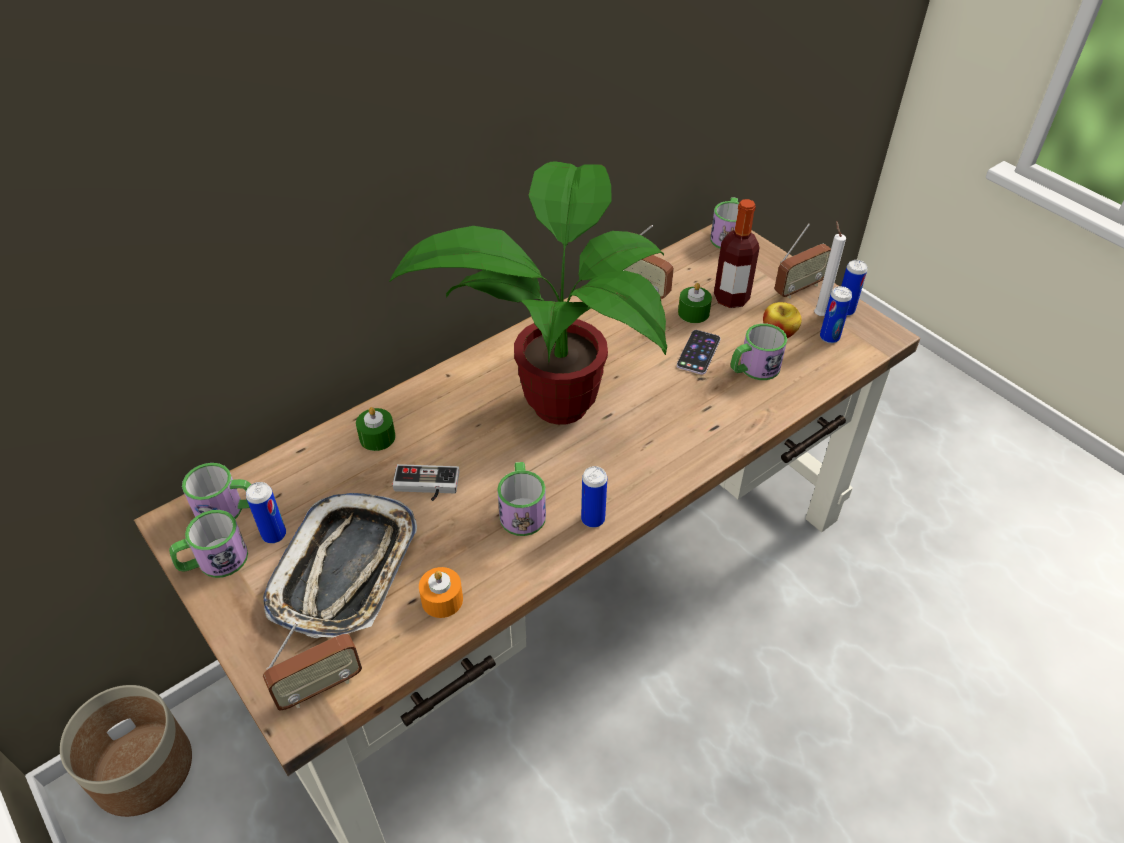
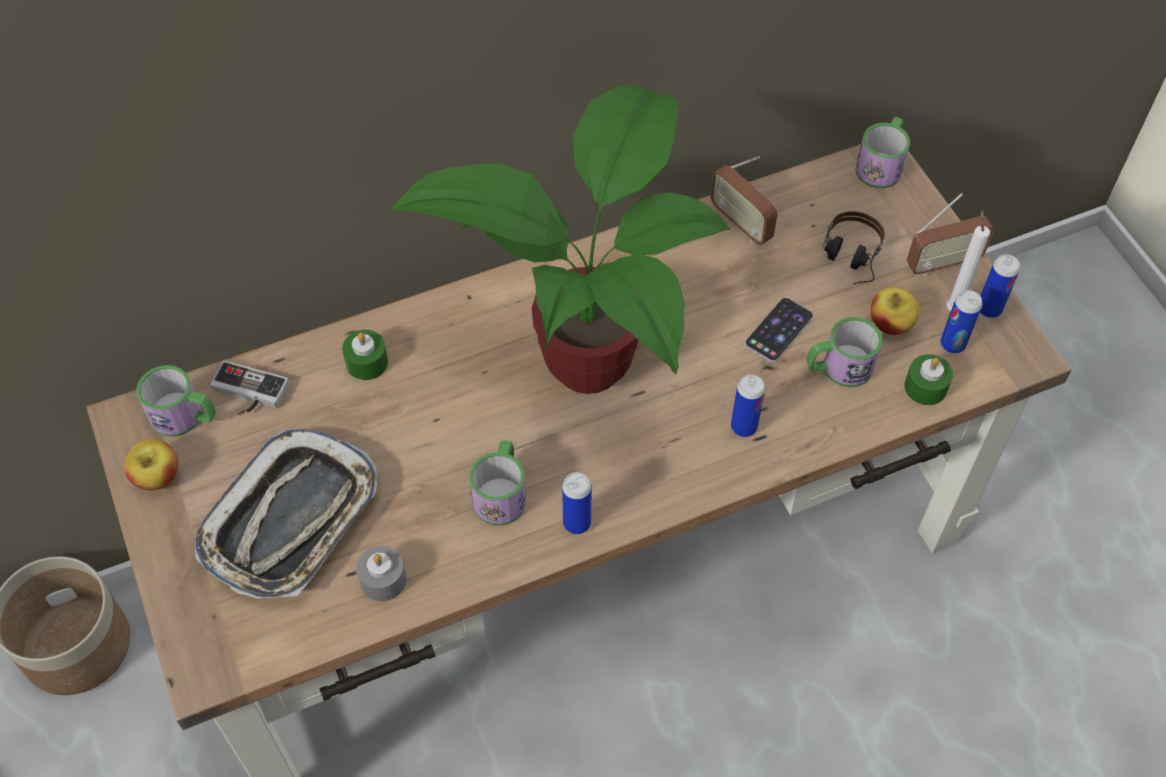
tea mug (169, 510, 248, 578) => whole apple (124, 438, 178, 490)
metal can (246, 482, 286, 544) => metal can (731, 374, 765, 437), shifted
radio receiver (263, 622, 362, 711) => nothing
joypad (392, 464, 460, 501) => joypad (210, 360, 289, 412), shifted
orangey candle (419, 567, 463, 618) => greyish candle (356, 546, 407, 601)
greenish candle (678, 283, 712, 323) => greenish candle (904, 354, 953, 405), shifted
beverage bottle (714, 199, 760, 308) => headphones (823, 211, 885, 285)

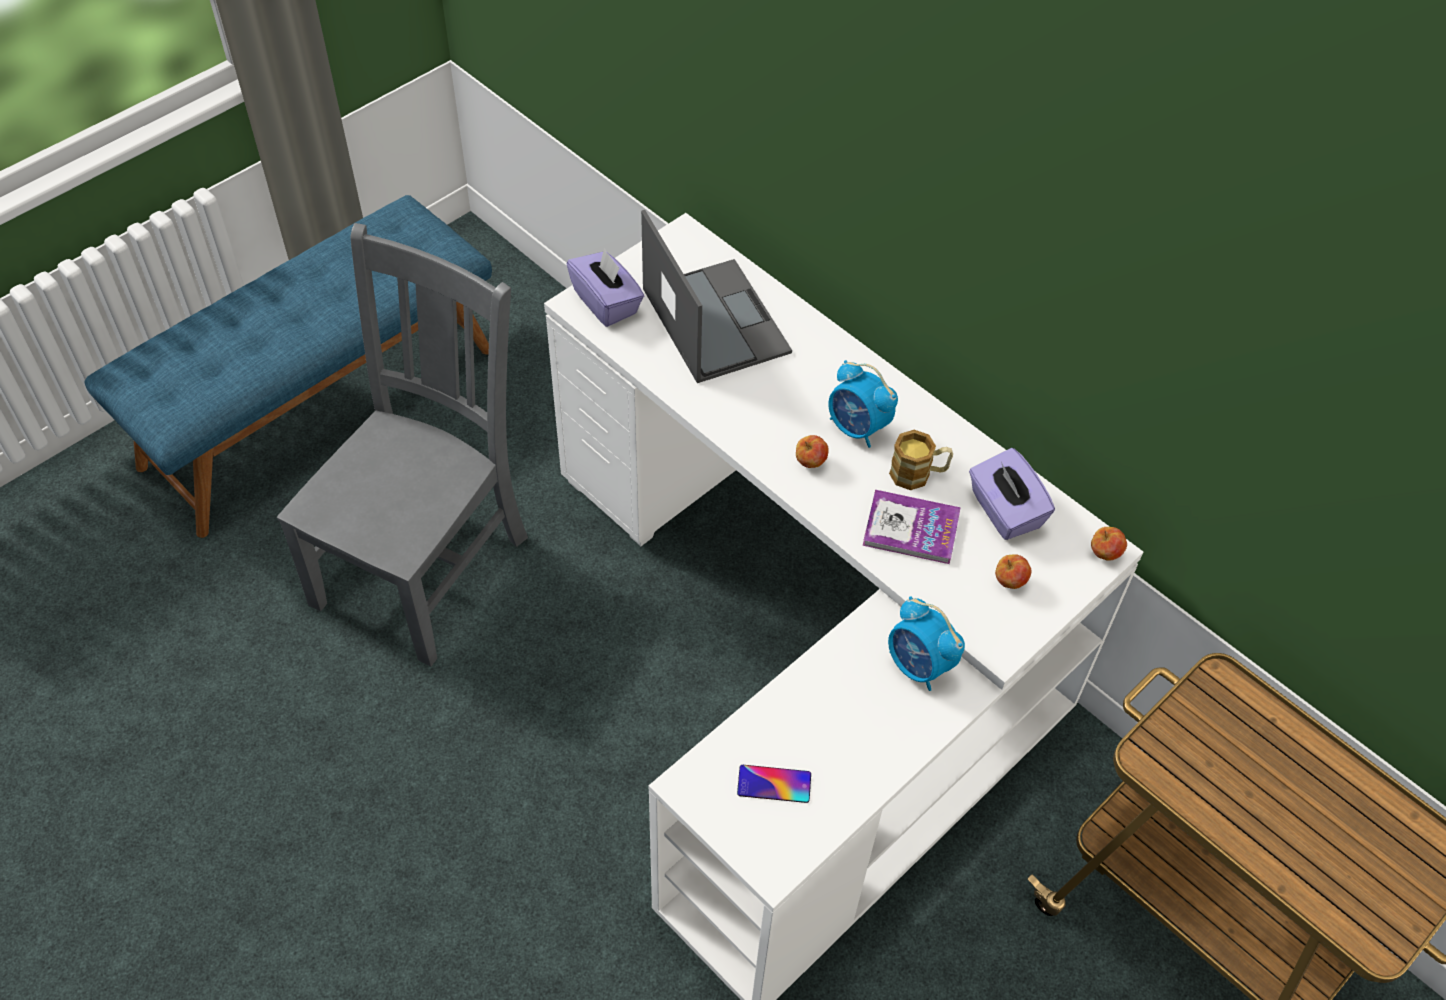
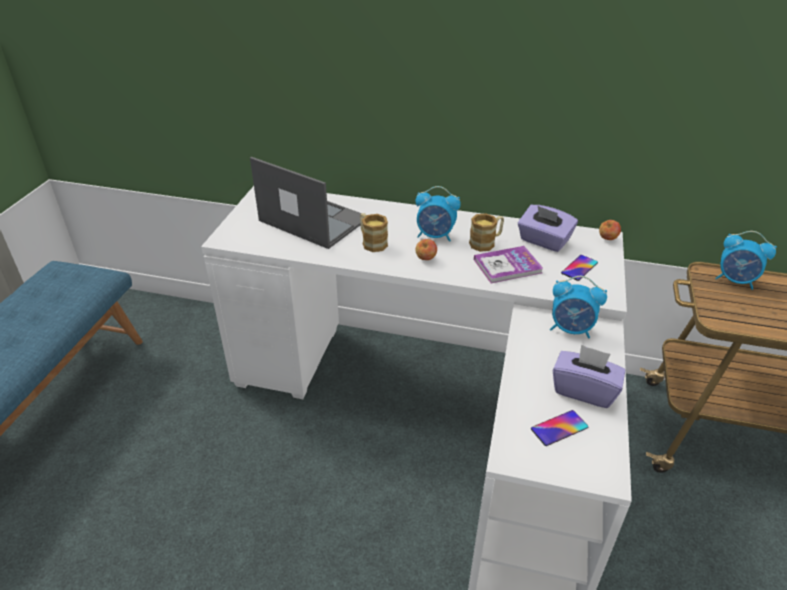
greyish upright chair (277, 223, 528, 667) => nothing
purple-coloured tissue box (567, 248, 644, 327) => purple-coloured tissue box (553, 344, 625, 408), shifted
whole apple (995, 554, 1032, 589) => handset (561, 255, 598, 281)
nothing => tea mug (360, 213, 388, 252)
nothing => bedside clock (715, 231, 777, 290)

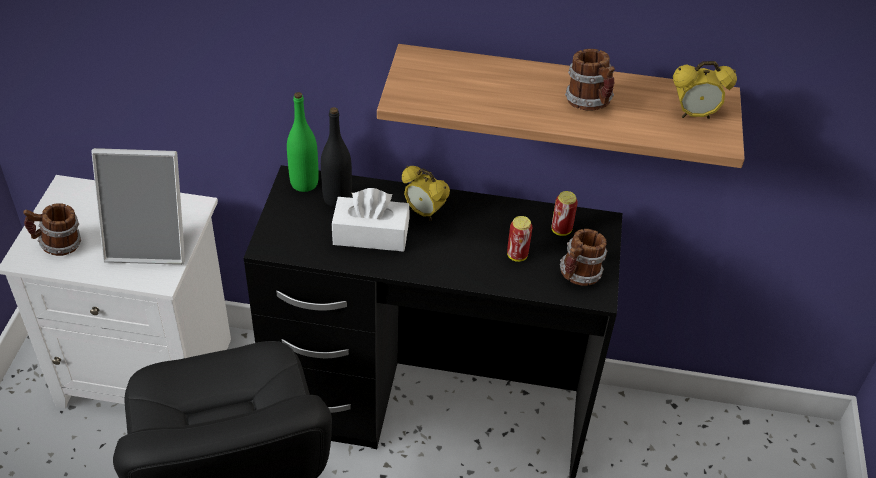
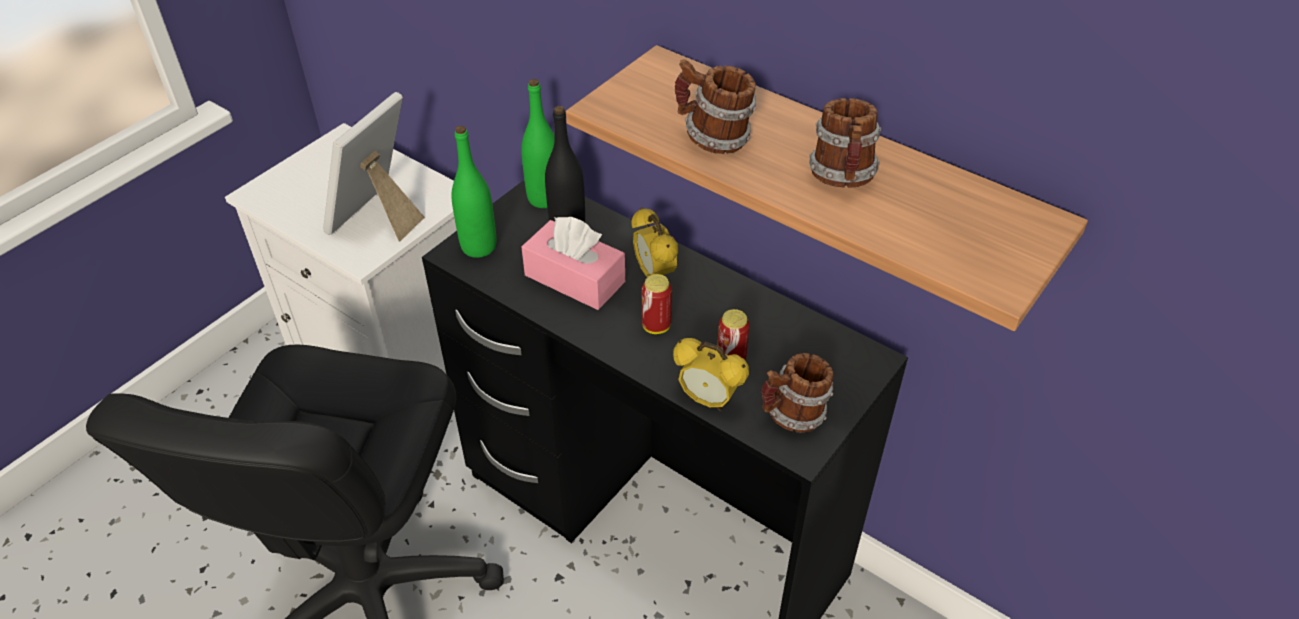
tea mug (24, 203, 81, 256) => tea mug (675, 59, 756, 154), shifted
standing frame (92, 148, 185, 265) => standing frame (323, 92, 425, 242), 90 degrees clockwise
white tissue box (332, 188, 410, 252) => pink tissue box (521, 217, 625, 310)
metal can (552, 191, 578, 236) => metal can (642, 274, 672, 334), shifted
bedside clock (673, 61, 737, 119) => bedside clock (673, 338, 749, 411), shifted
nothing => greenish beverage bottle (451, 126, 496, 258)

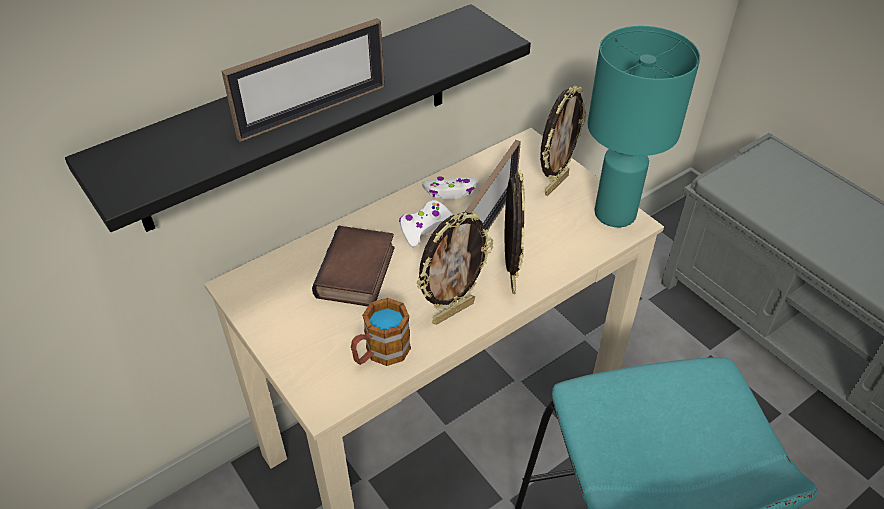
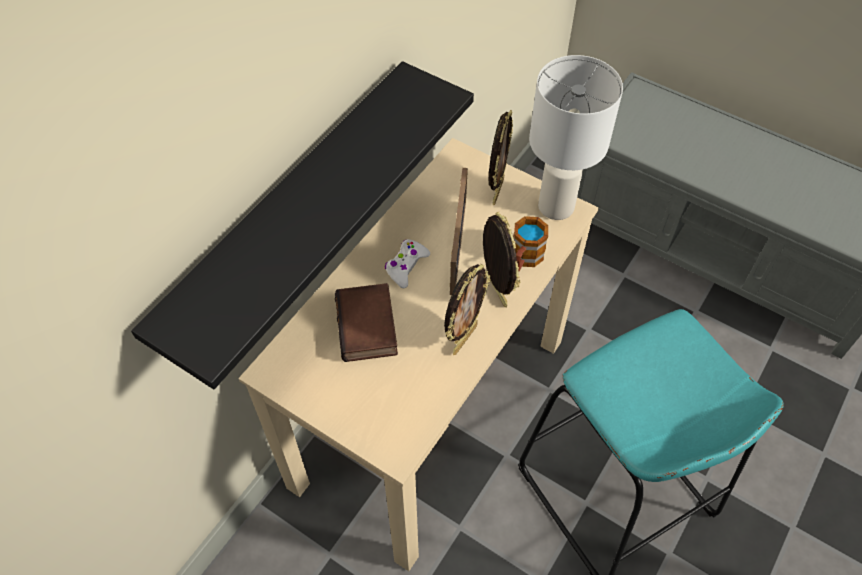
standing frame (221, 18, 385, 142) => nothing
tea mug (351, 298, 411, 366) => tea mug (513, 216, 548, 271), shifted
white joypad (422, 176, 477, 199) => nothing
blue-green table lamp (588, 26, 700, 227) => white table lamp (529, 55, 623, 220)

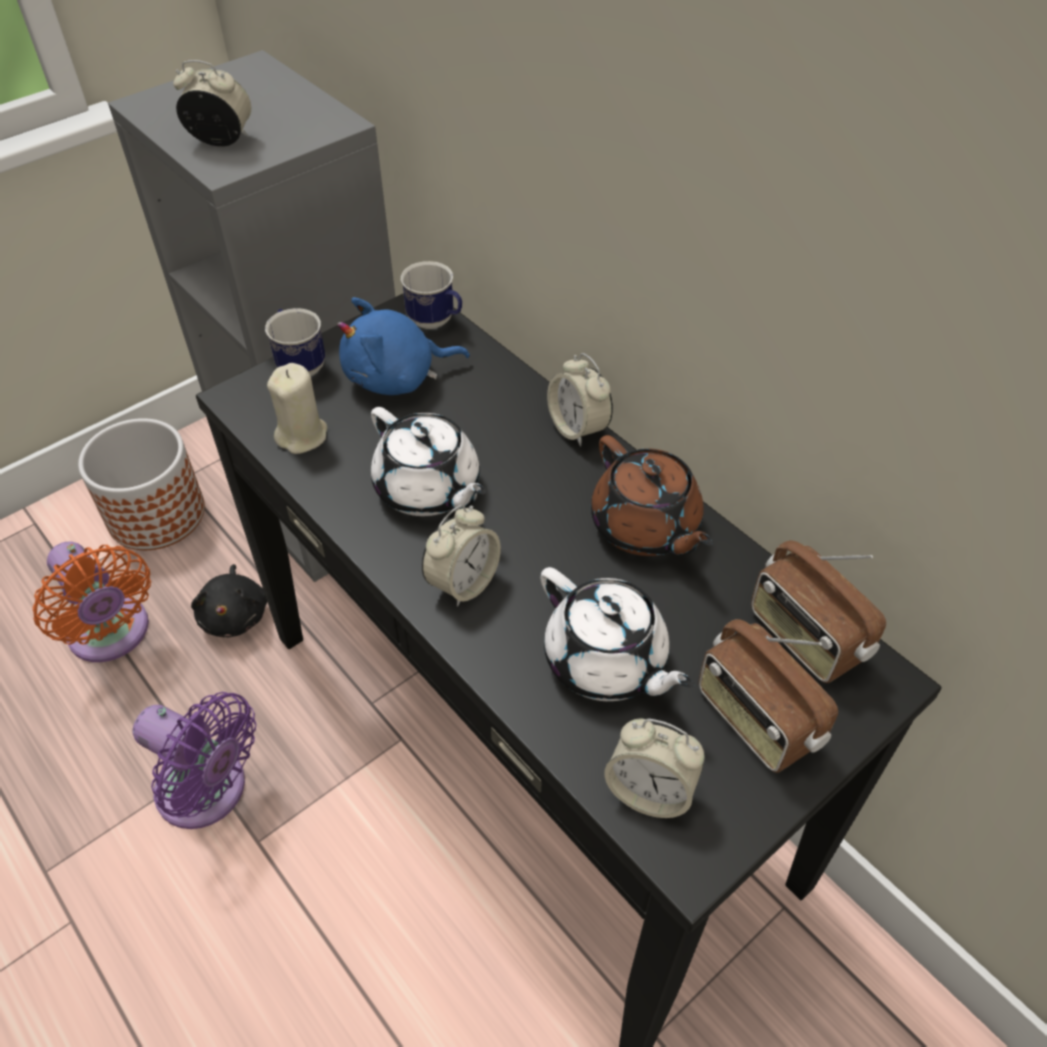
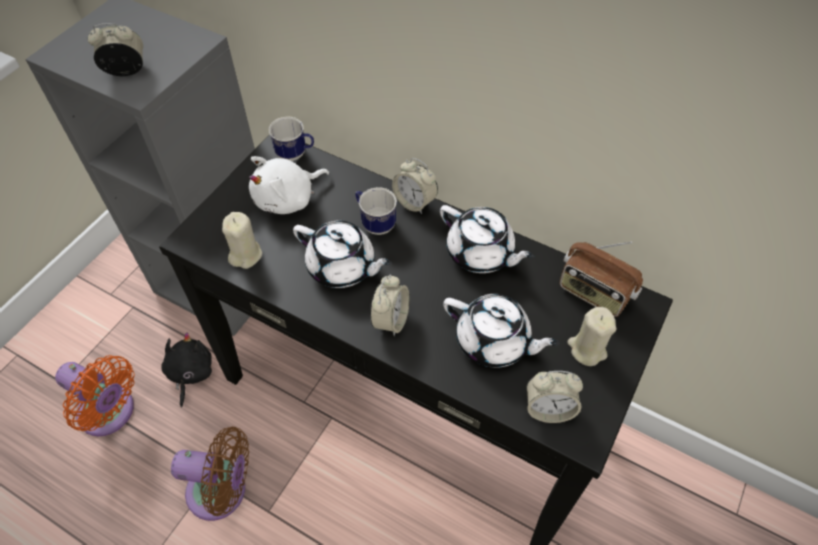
planter (78, 418, 205, 550) => nothing
purple-coloured electric fan (132, 692, 256, 829) => brown electric fan (171, 427, 249, 521)
blackish plush toy (191, 564, 267, 637) => blackish plush toy (161, 332, 212, 407), 150 degrees counterclockwise
tea mug (265, 308, 325, 376) => tea mug (355, 187, 397, 235), shifted
blue plush toy (337, 297, 470, 395) => white plush toy (249, 156, 329, 214)
brown teapot (591, 435, 713, 556) => white teapot (440, 205, 534, 273)
radio receiver (699, 619, 838, 773) => beige-coloured candle (567, 307, 616, 366)

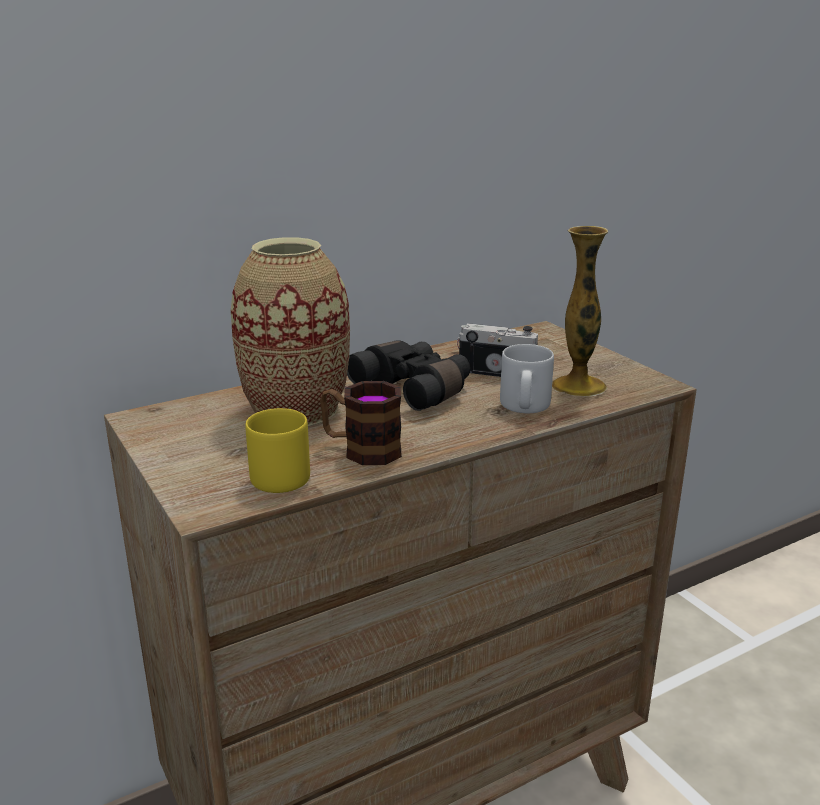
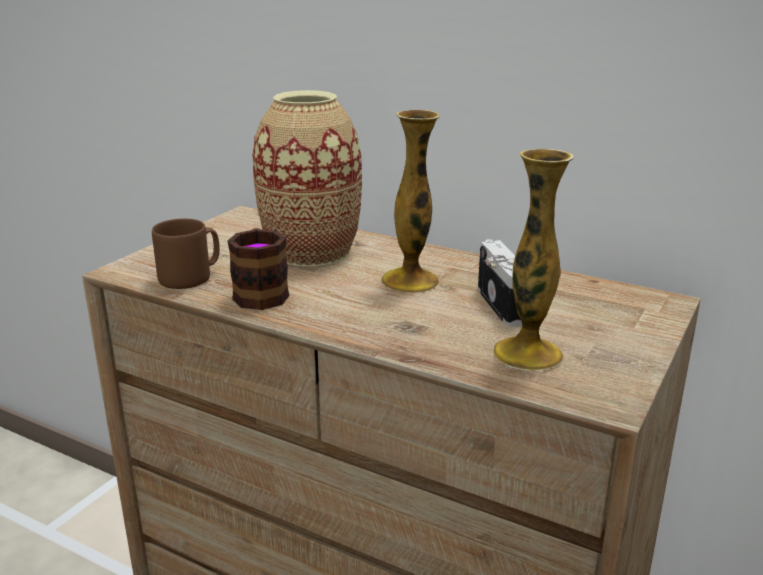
yellow tea mug (245, 408, 310, 493) => brown tea mug (152, 219, 220, 289)
blackish field glasses (347, 340, 470, 411) => decorative vase (381, 110, 440, 293)
greyish tea mug (500, 344, 554, 413) => nothing

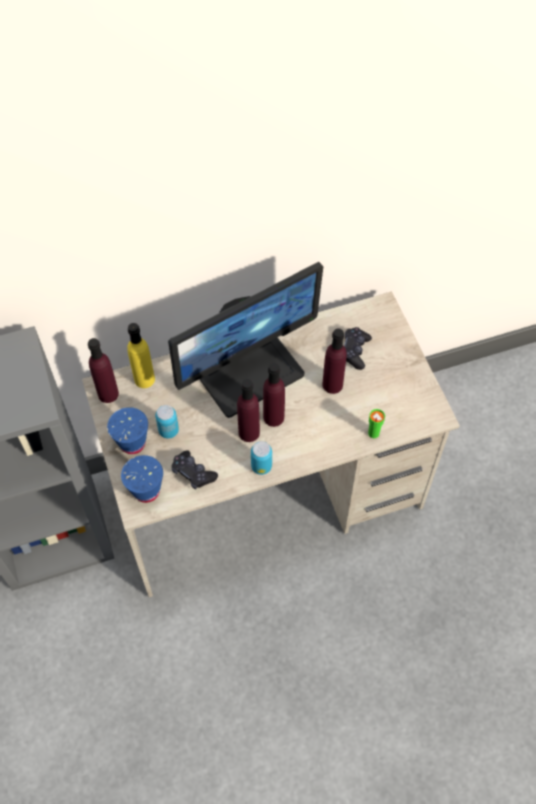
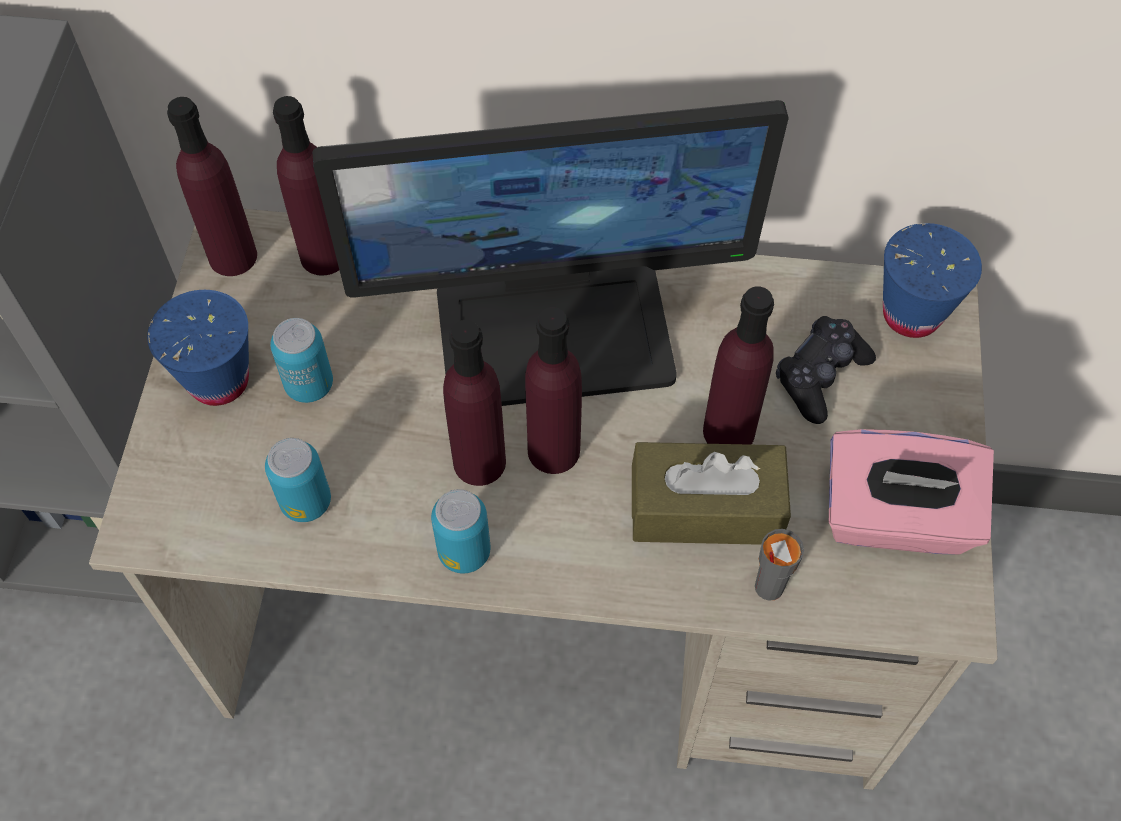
blue cup (121, 455, 163, 503) => blue cup (883, 223, 982, 338), shifted
yellow beverage bottle (127, 323, 155, 388) => purple-coloured beverage bottle (273, 96, 339, 276)
blackish joypad (171, 450, 218, 489) => metal can (265, 438, 331, 522)
greenish cup (368, 409, 385, 438) => greyish cup (755, 529, 804, 601)
nothing => brown tissue box (632, 442, 791, 545)
nothing => pink tissue box (829, 429, 994, 554)

